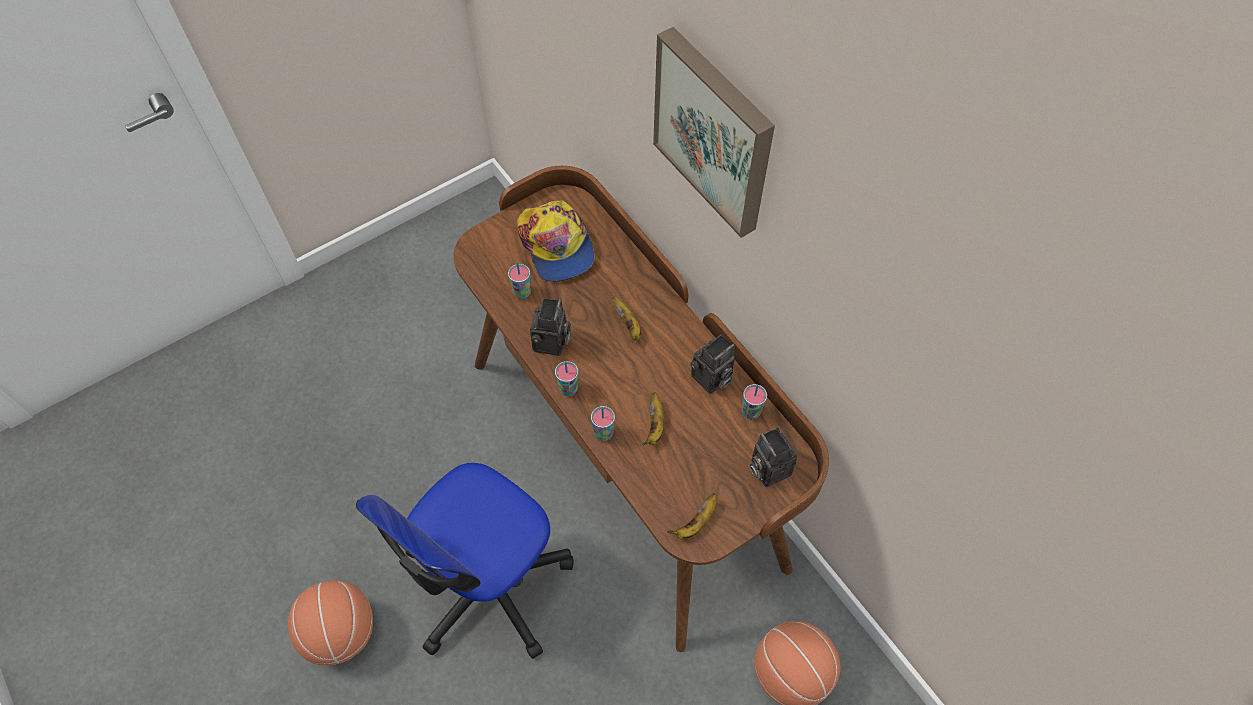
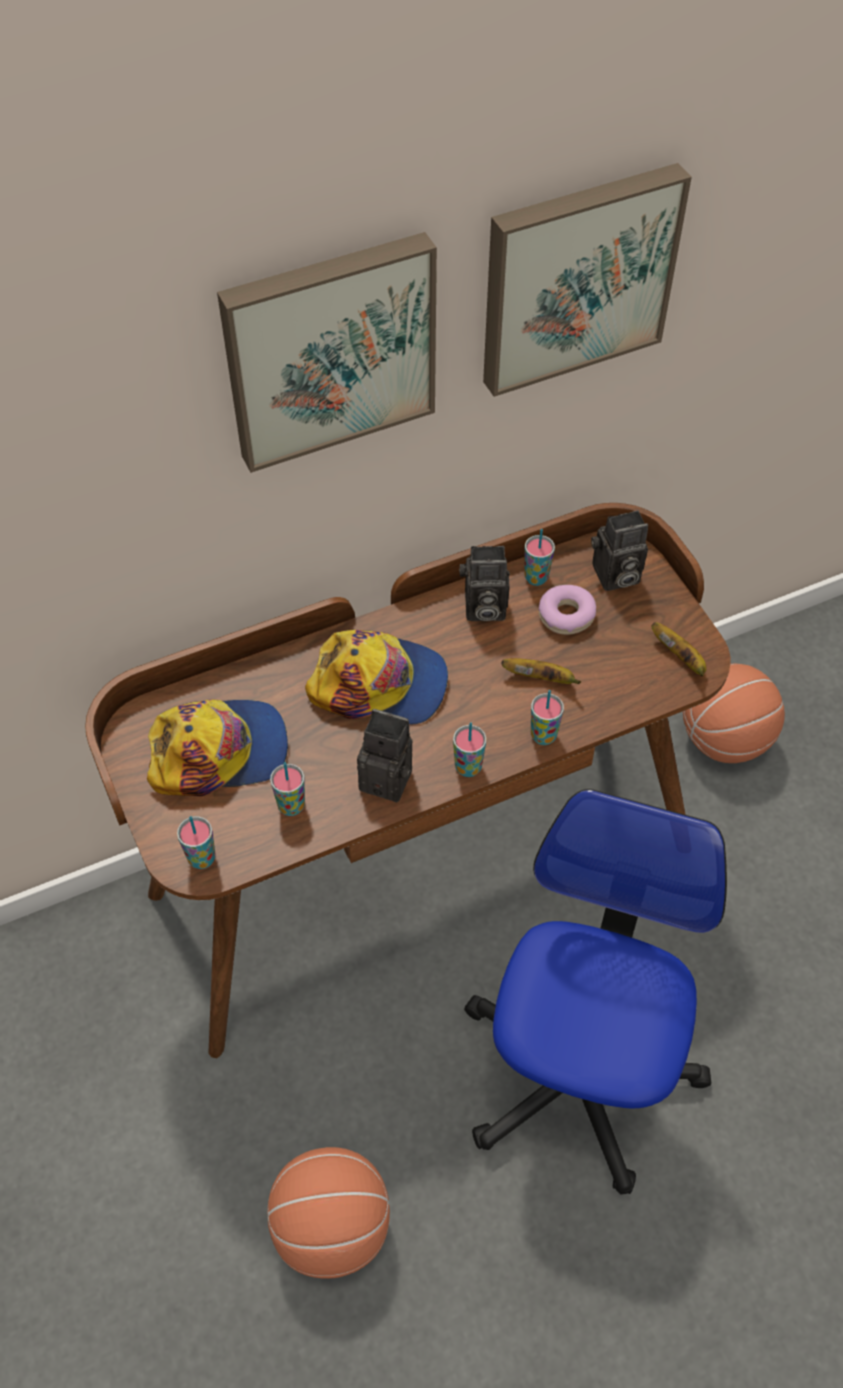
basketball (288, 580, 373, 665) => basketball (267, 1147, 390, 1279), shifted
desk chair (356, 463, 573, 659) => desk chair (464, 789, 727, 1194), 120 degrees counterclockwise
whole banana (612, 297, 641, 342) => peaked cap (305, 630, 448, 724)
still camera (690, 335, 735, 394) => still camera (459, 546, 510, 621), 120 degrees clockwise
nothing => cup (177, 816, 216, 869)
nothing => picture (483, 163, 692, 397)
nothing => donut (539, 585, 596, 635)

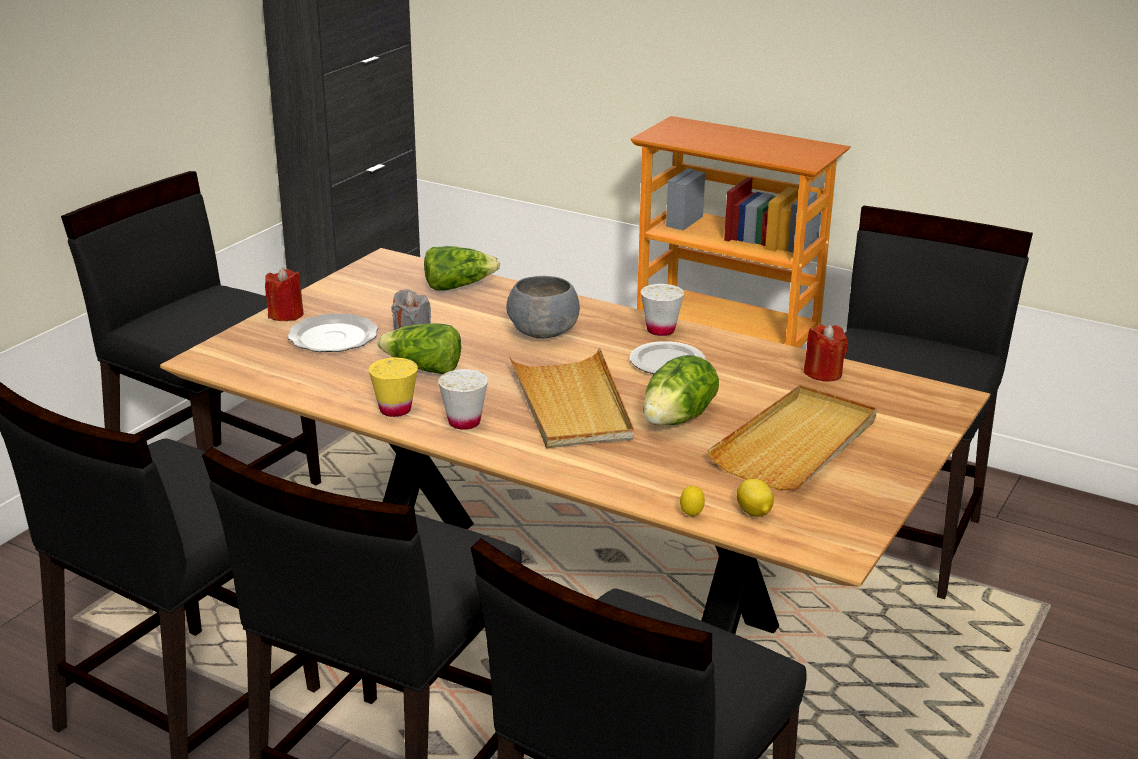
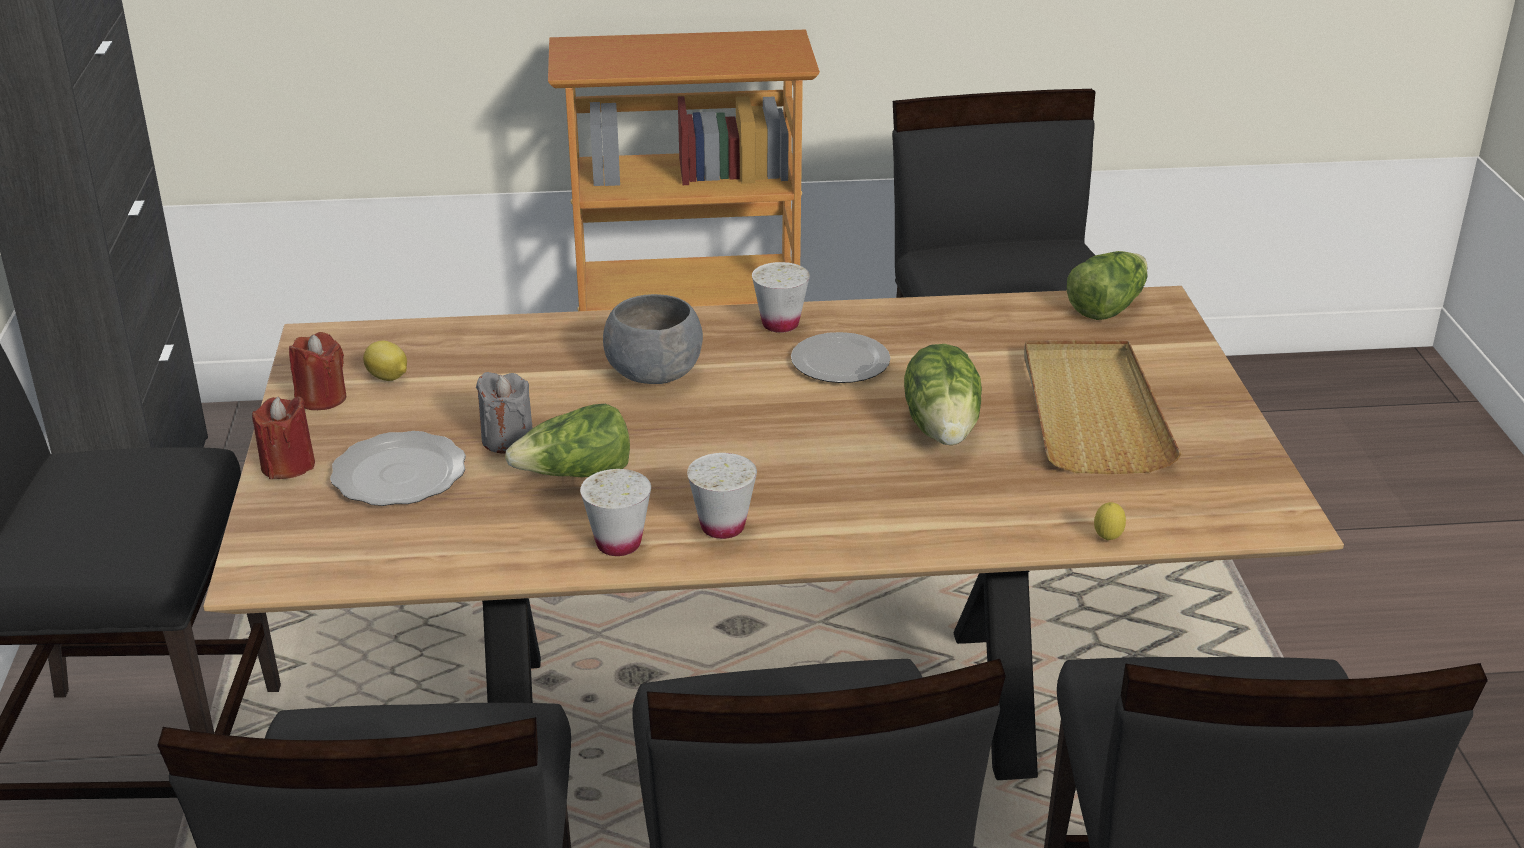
yellow cup (368, 358, 418, 417) => white cup (580, 469, 651, 556)
head of lettuce (424, 246, 500, 291) => head of lettuce (1067, 251, 1148, 320), shifted
beige-coloured tray (509, 348, 634, 448) => nothing
citrus fruit (737, 479, 774, 517) => citrus fruit (363, 341, 407, 381), shifted
reddish candle (804, 324, 848, 382) => reddish candle (289, 332, 346, 410), shifted

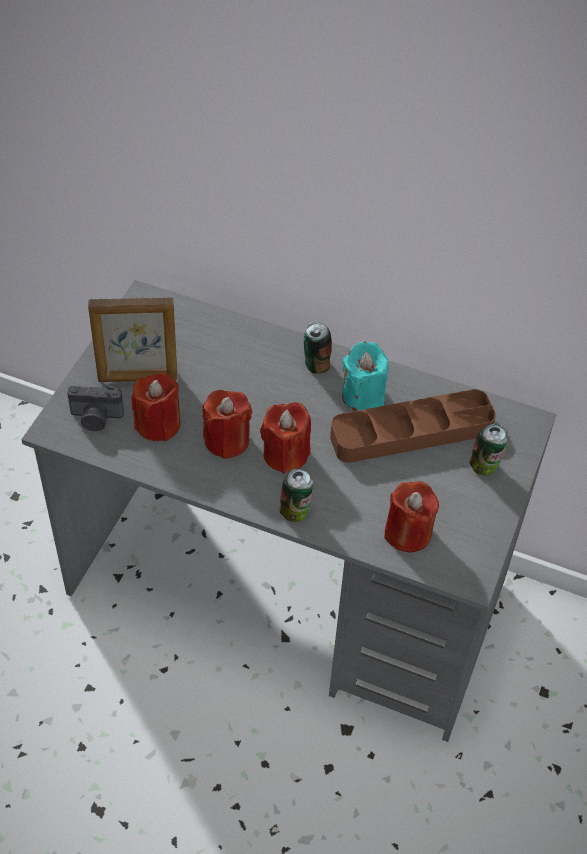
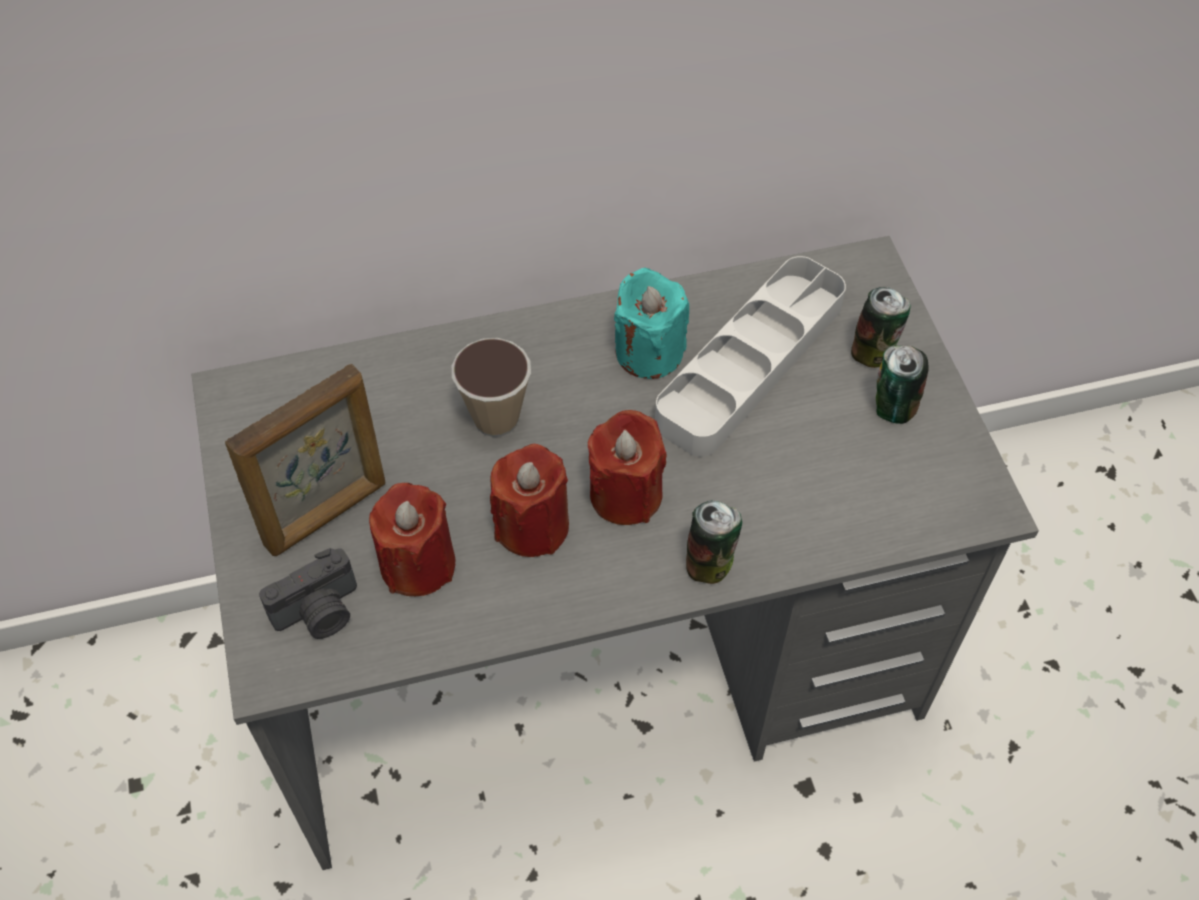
metal can (304, 322, 332, 374) => metal can (876, 345, 929, 424), shifted
brown tray (330, 389, 496, 463) => greyish tray (655, 256, 846, 457)
reddish candle (384, 481, 439, 552) => nothing
nothing => cup (452, 338, 531, 437)

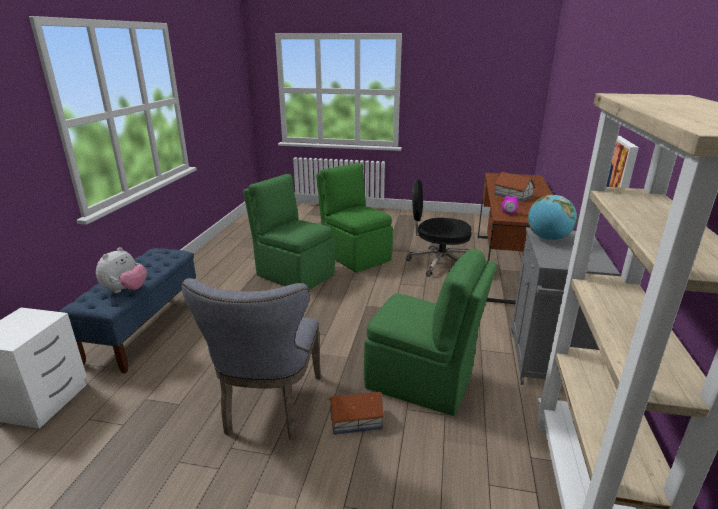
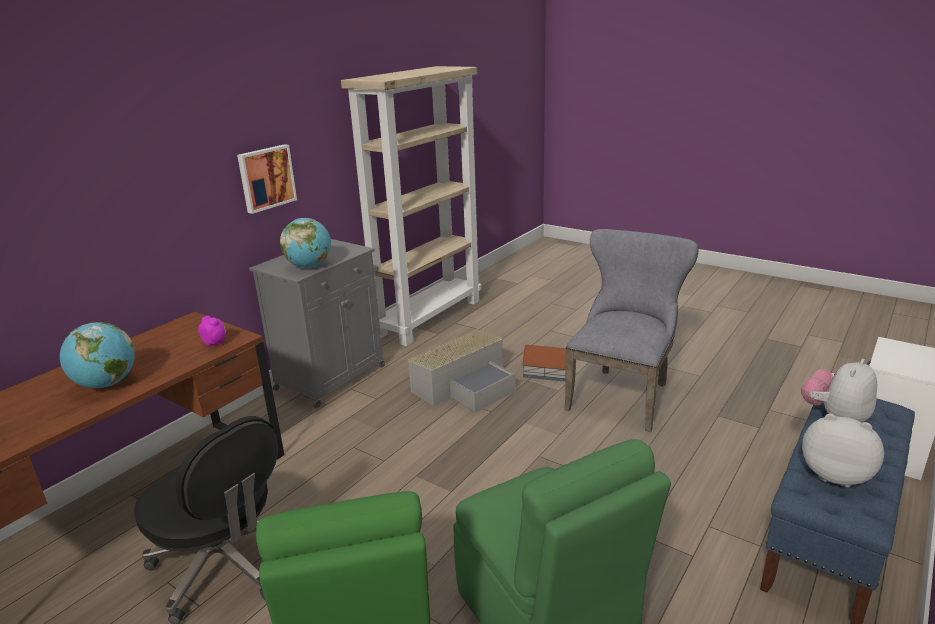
greenish upright chair (364, 249, 497, 416) => greyish storage bin (408, 329, 515, 412)
model house (494, 172, 535, 201) => desk globe (60, 322, 135, 388)
nothing => plush toy (802, 414, 884, 487)

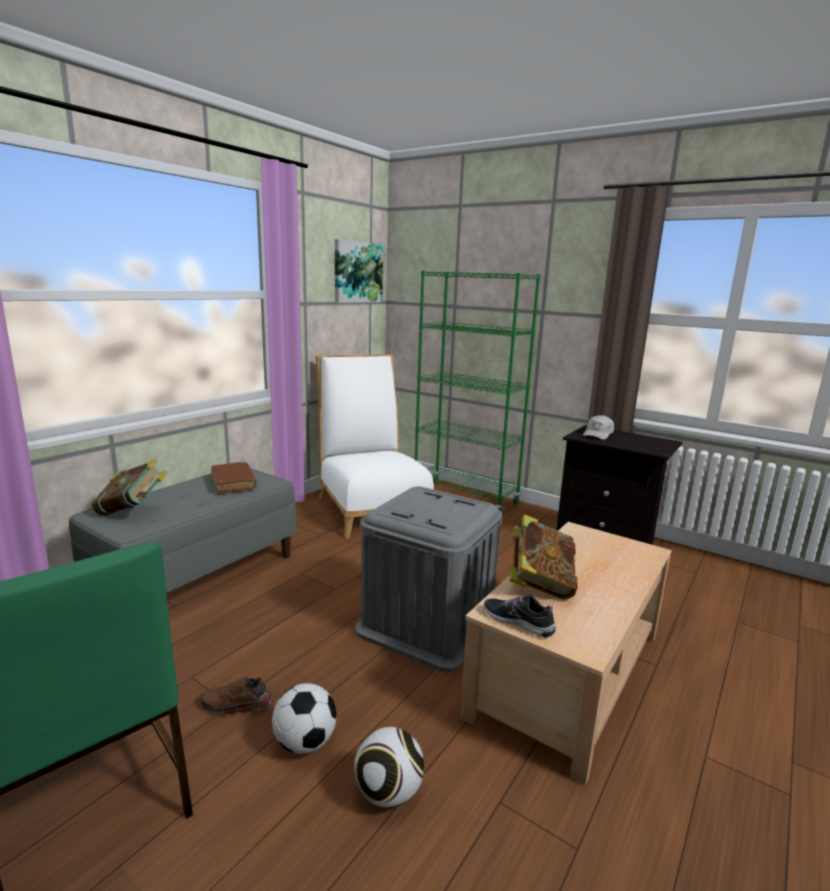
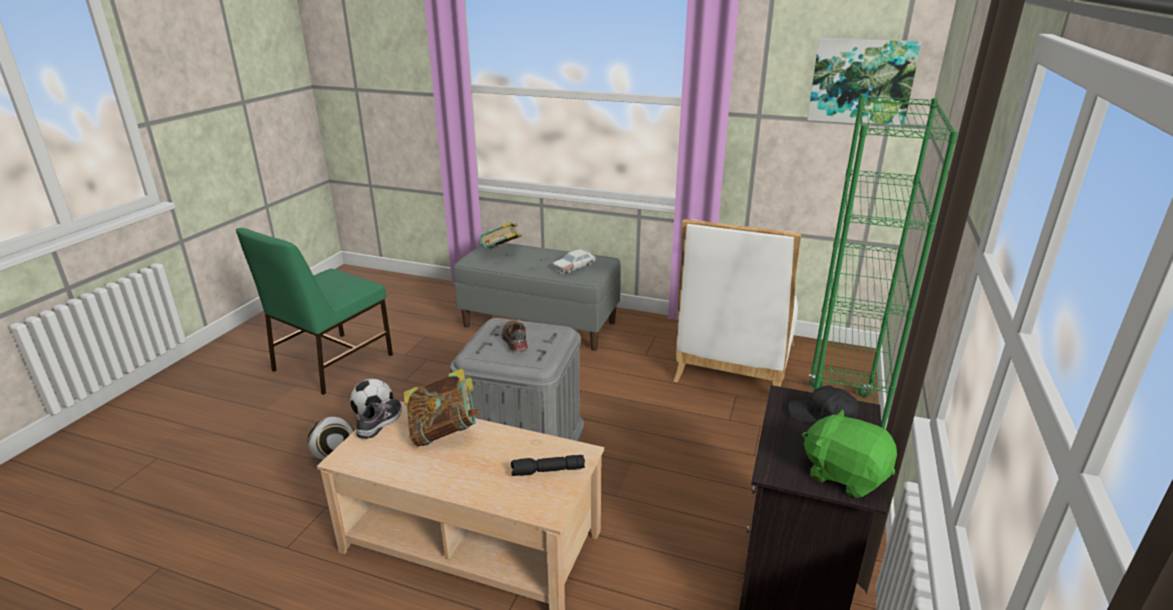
brown item of footwear (200, 676, 273, 716) => brown item of footwear (501, 321, 528, 351), shifted
brown volume (211, 462, 257, 494) => model car (552, 248, 596, 274)
white upright chair (316, 354, 434, 538) => white upright chair (673, 219, 801, 387), 150 degrees clockwise
white peaked cap (583, 415, 614, 440) => blackish peaked cap (788, 385, 859, 422)
nothing => blackish torch (511, 455, 585, 476)
nothing => greenish plush toy (802, 409, 897, 498)

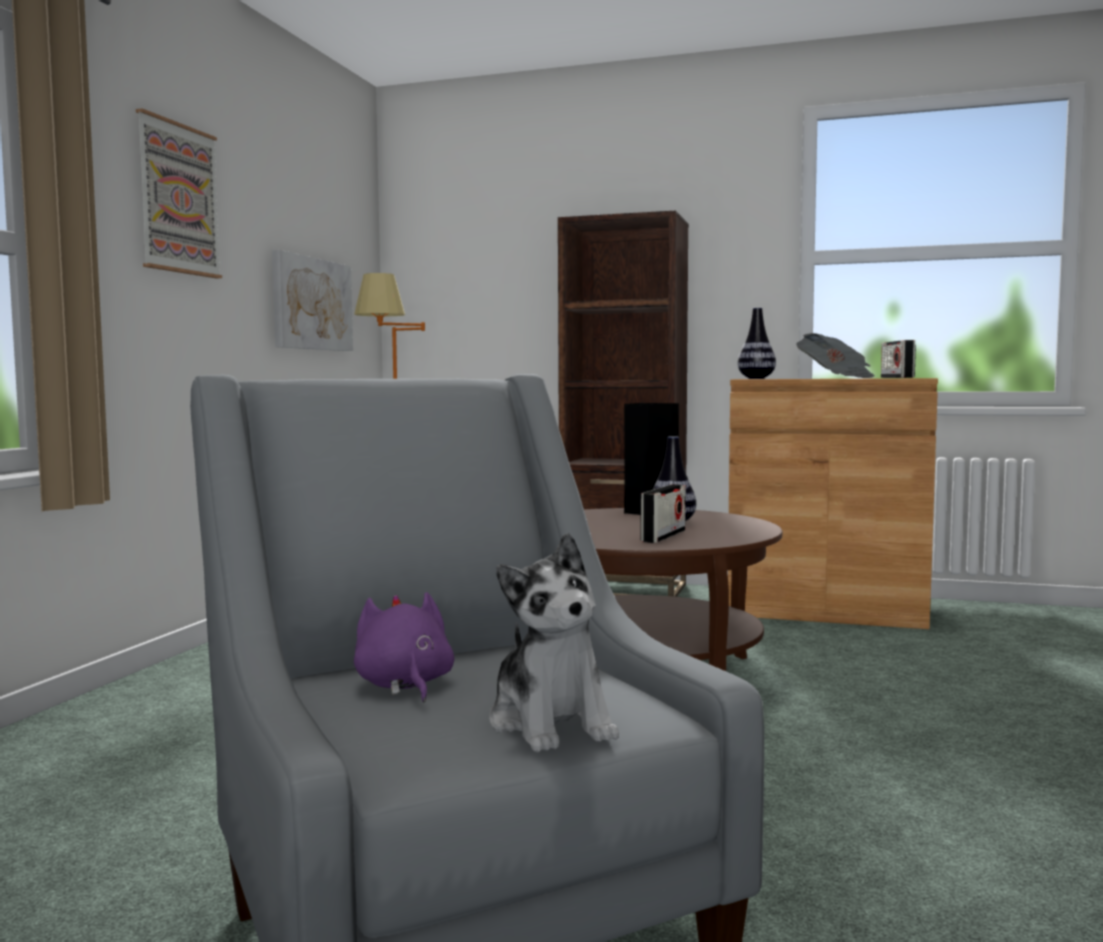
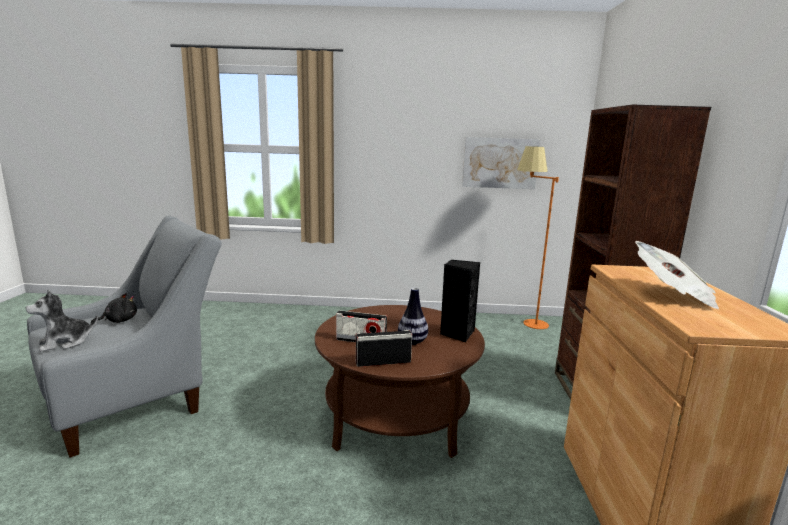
picture (136, 108, 222, 278) => nothing
purple-coloured plush toy (354, 592, 454, 702) => blackish plush toy (91, 293, 137, 324)
decorative vase (738, 308, 776, 379) => nothing
radio receiver (881, 340, 916, 378) => radio receiver (356, 330, 412, 367), shifted

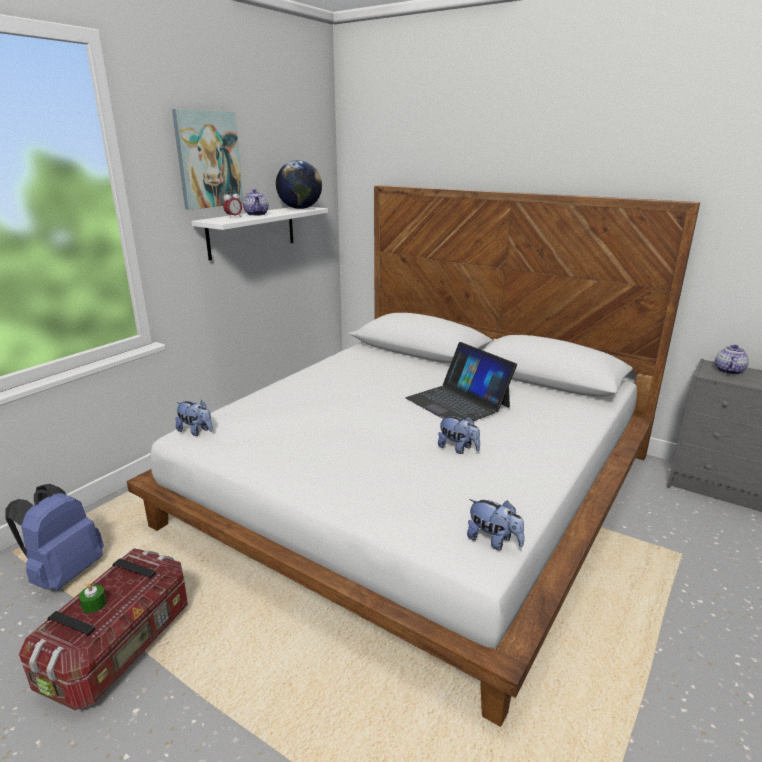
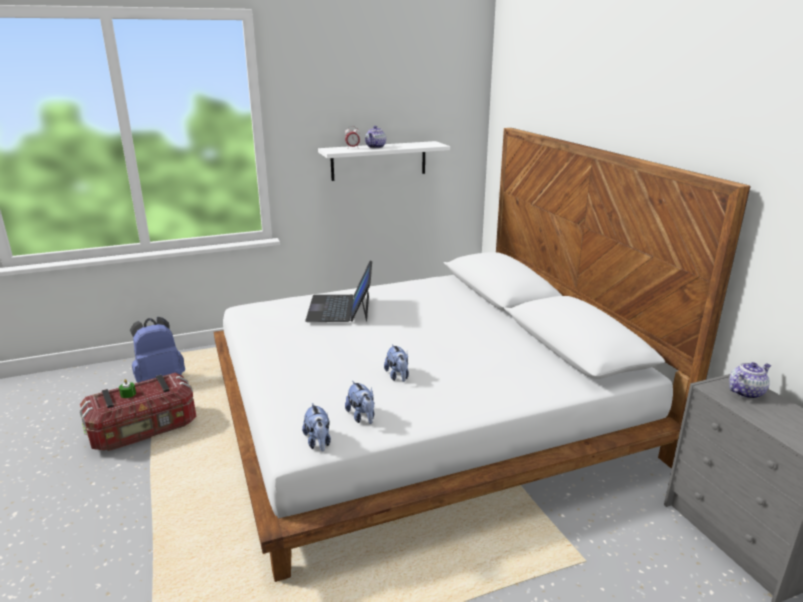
picture (172, 109, 243, 210) => nothing
plush toy (175, 400, 213, 436) => plush toy (345, 381, 374, 424), shifted
desk globe (276, 160, 322, 209) => nothing
laptop (406, 342, 517, 421) => laptop (305, 261, 372, 322), shifted

